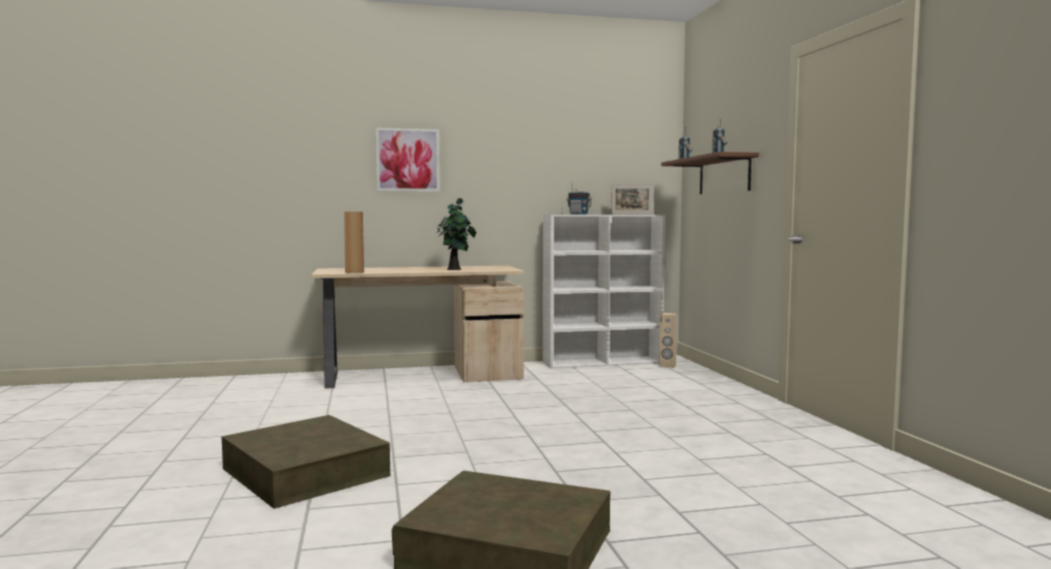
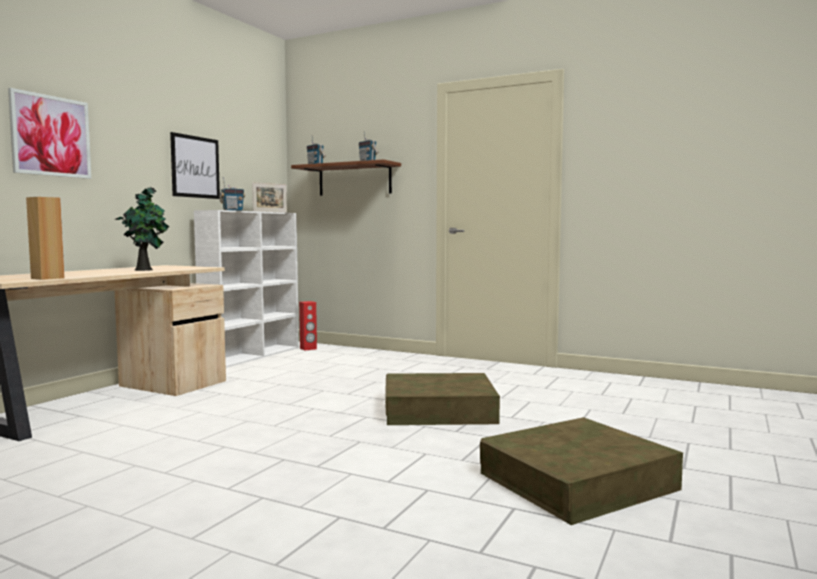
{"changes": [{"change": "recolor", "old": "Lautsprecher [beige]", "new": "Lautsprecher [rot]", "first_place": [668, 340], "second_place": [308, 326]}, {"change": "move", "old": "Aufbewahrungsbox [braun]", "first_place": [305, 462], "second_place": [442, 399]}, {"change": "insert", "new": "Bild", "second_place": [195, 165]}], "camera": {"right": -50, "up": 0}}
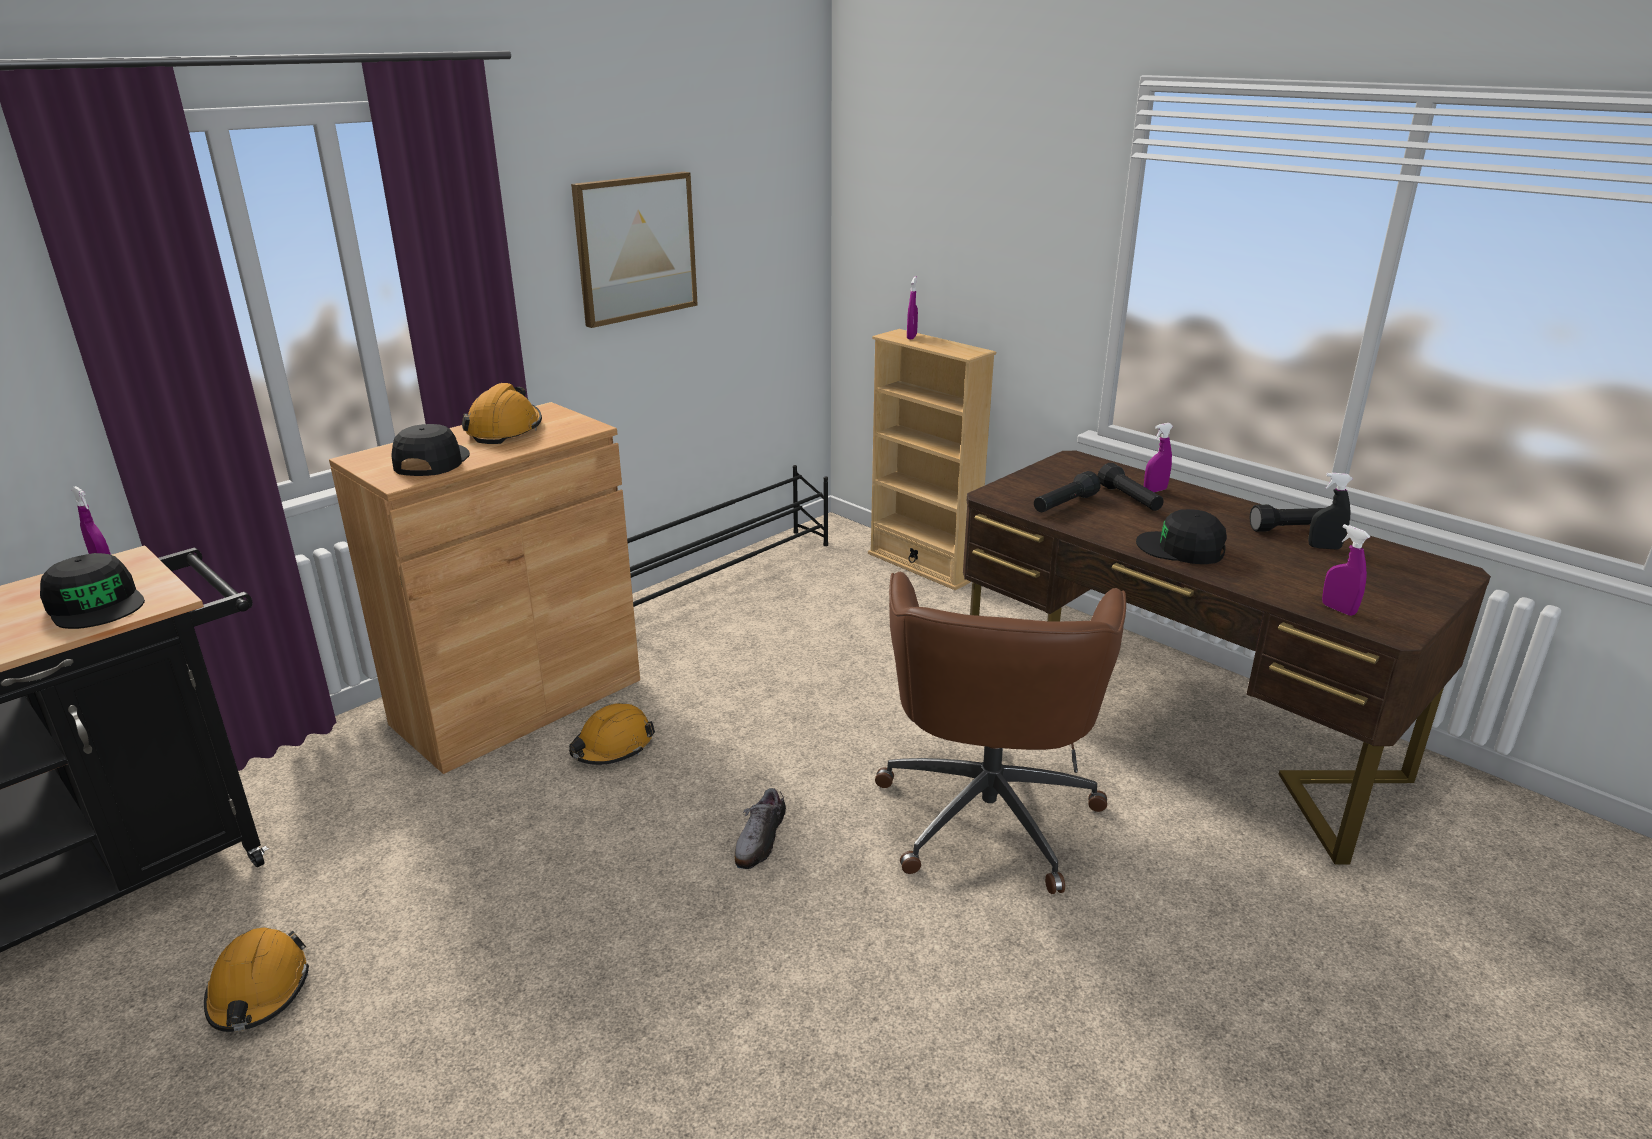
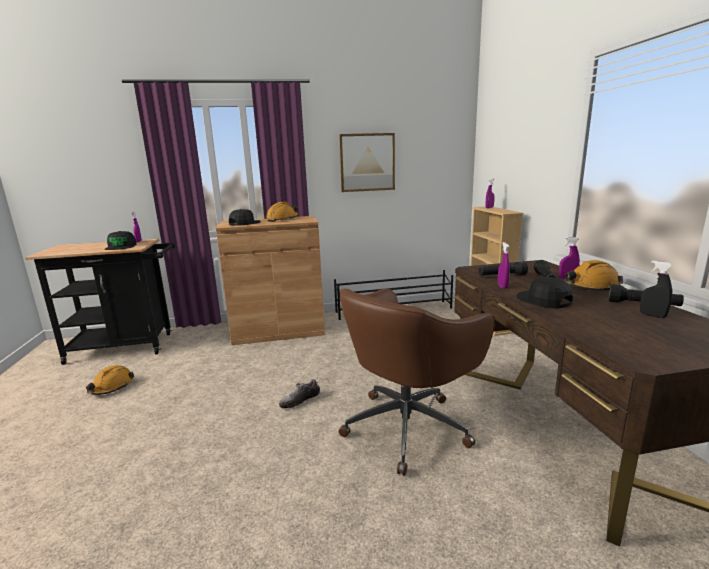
{"changes": [{"change": "move", "old": "Sprühflasche [lila]", "first_place": [1346, 570], "second_place": [504, 265]}, {"change": "move", "old": "Schutzhelm [orange]", "first_place": [612, 734], "second_place": [593, 275]}], "camera": {"right": 35, "up": -10}}
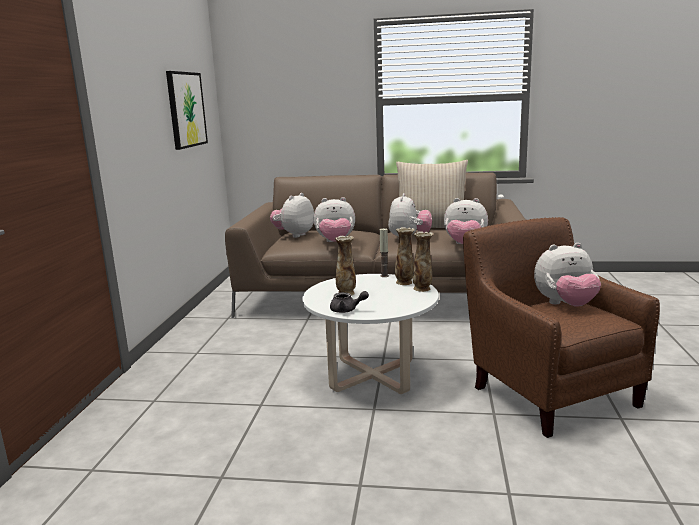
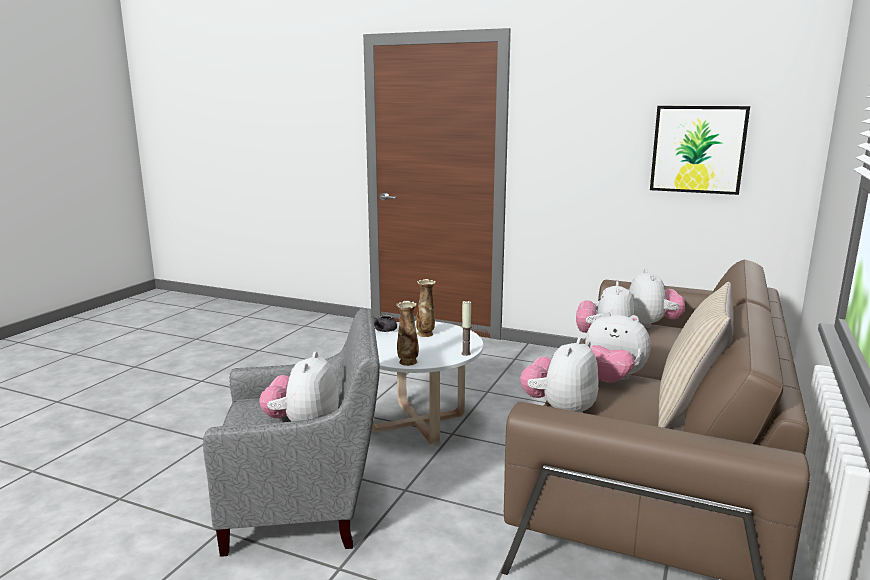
{"changes": [{"change": "rotate", "old": "Plüschtier", "first_place": [292, 215], "second_place": [657, 298], "degrees": 45}, {"change": "recolor", "old": "Sessel [braun]", "new": "Sessel [grau]", "first_place": [561, 327], "second_place": [291, 432]}, {"change": "delete", "old": "Vase", "first_place": [405, 256]}], "camera": {"right": 105, "up": 0}}
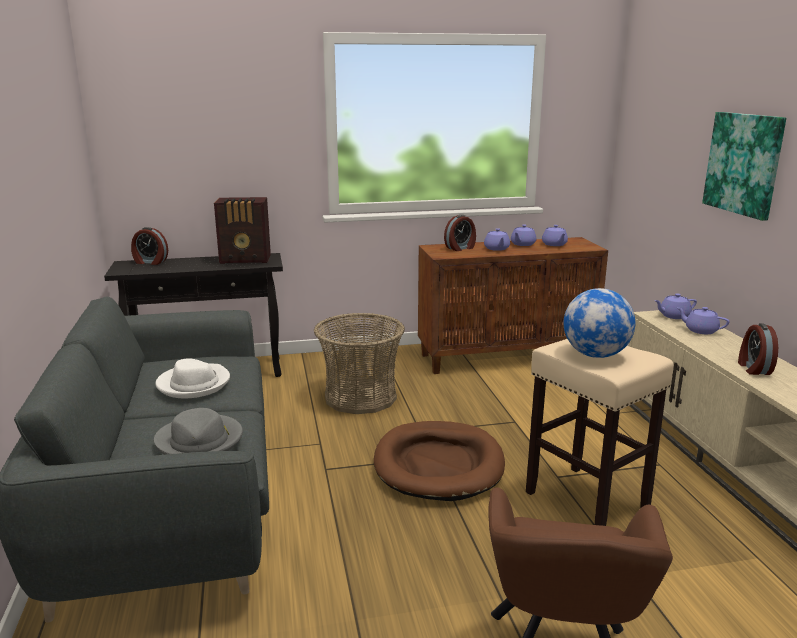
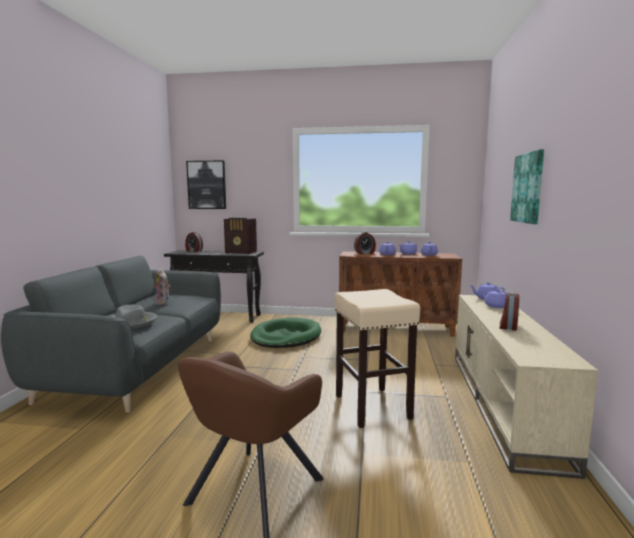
{"changes": [{"change": "delete", "old": "Globus", "first_place": [599, 323]}, {"change": "replace", "old": "Korb", "new": "Hundebett [grün]", "first_place": [359, 363], "second_place": [285, 332]}, {"change": "replace", "old": "Hut [weiß]", "new": "Plüschtier", "first_place": [192, 378], "second_place": [162, 286]}, {"change": "delete", "old": "Hundebett [braun]", "first_place": [439, 461]}, {"change": "insert", "new": "Bild", "second_place": [206, 184]}], "camera": {"right": 20, "up": -10}}
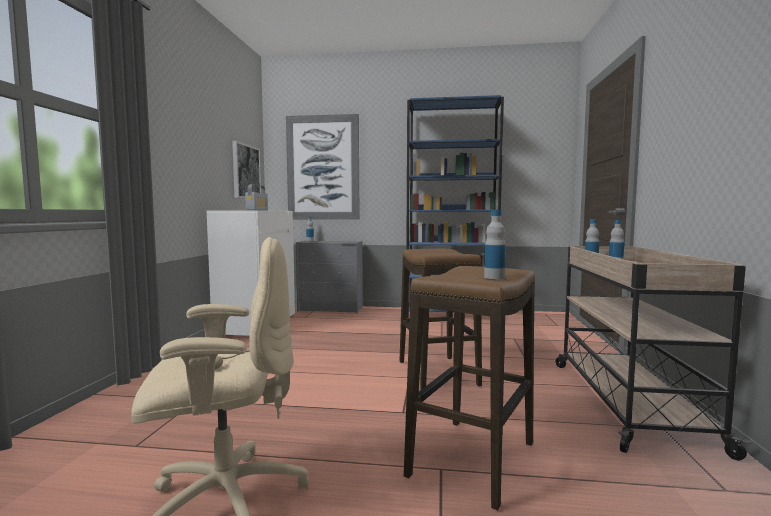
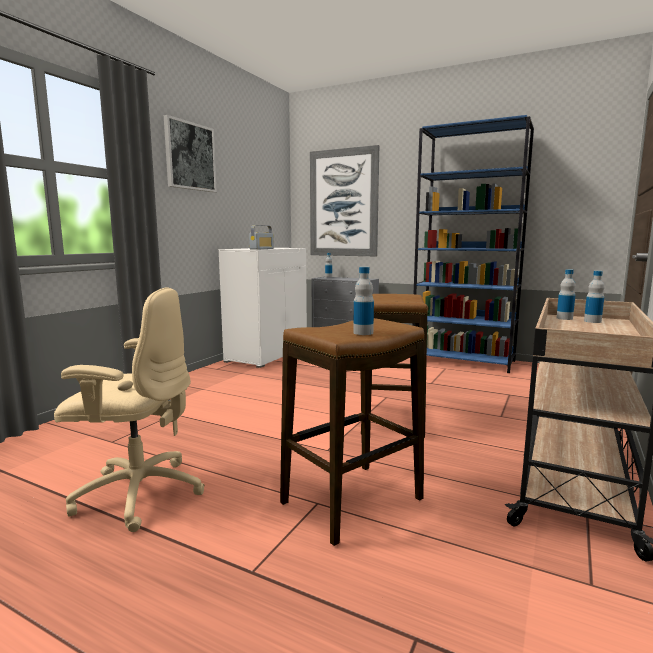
{"changes": [{"change": "move", "old": "Bild", "first_place": [246, 169], "second_place": [190, 153]}], "camera": {"right": 20, "up": 5}}
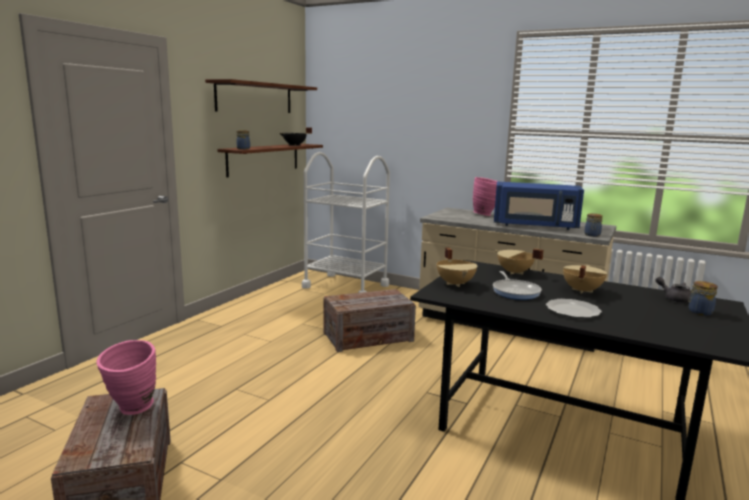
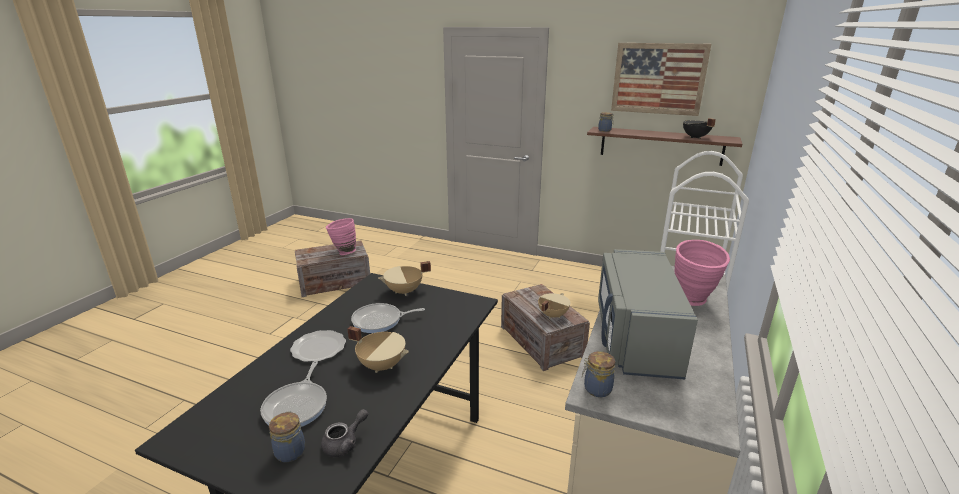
{"changes": [{"change": "replace", "old": "Wandregal [braun]", "new": "Bild", "first_place": [261, 96], "second_place": [661, 79]}, {"change": "recolor", "old": "Mikrowelle [blau]", "new": "Mikrowelle [grau]", "first_place": [539, 206], "second_place": [648, 314]}, {"change": "move", "old": "Kochtopf [beige]", "first_place": [519, 262], "second_place": [554, 306]}, {"change": "insert", "new": "Pfanne", "second_place": [293, 394]}], "camera": {"right": 85, "up": 10}}
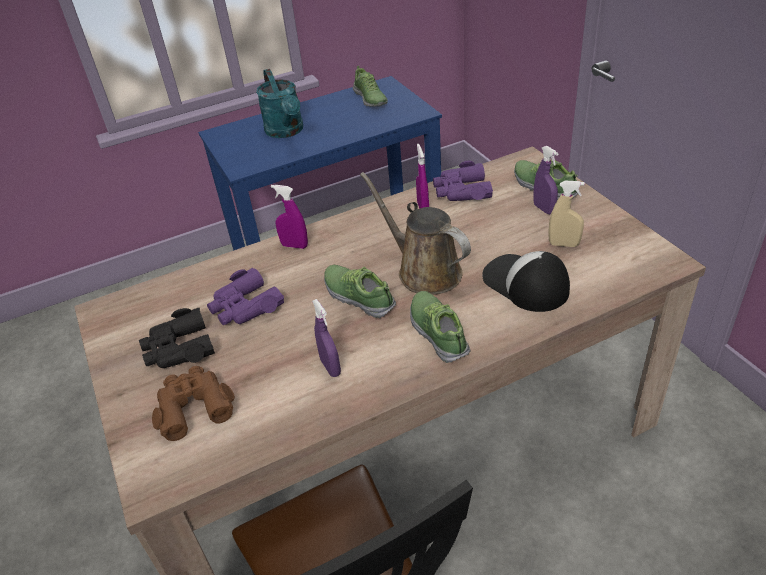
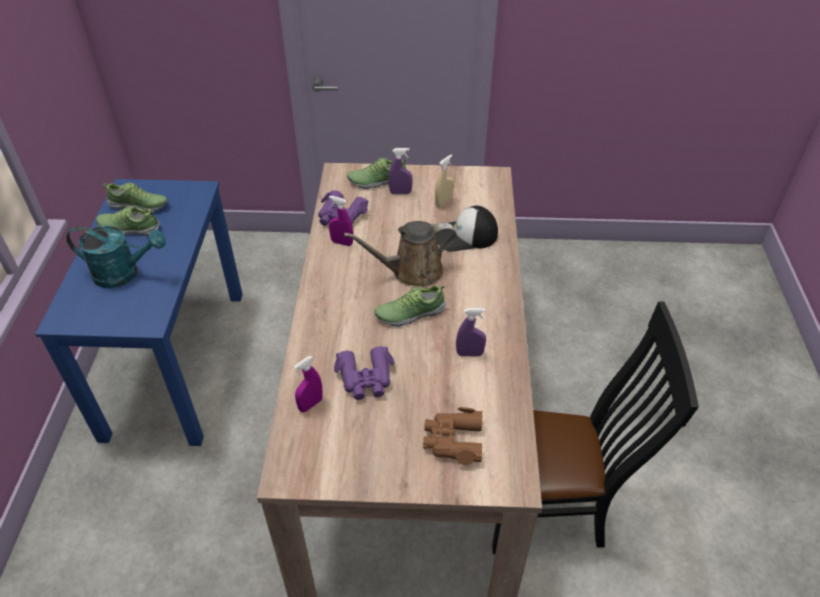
{"changes": [{"change": "move", "old": "Sprühflasche [lila]", "first_place": [289, 217], "second_place": [308, 384]}, {"change": "move", "old": "Schuh", "first_place": [440, 327], "second_place": [128, 220]}, {"change": "delete", "old": "Fernglas [schwarz]", "first_place": [177, 338]}], "camera": {"right": -65, "up": 5}}
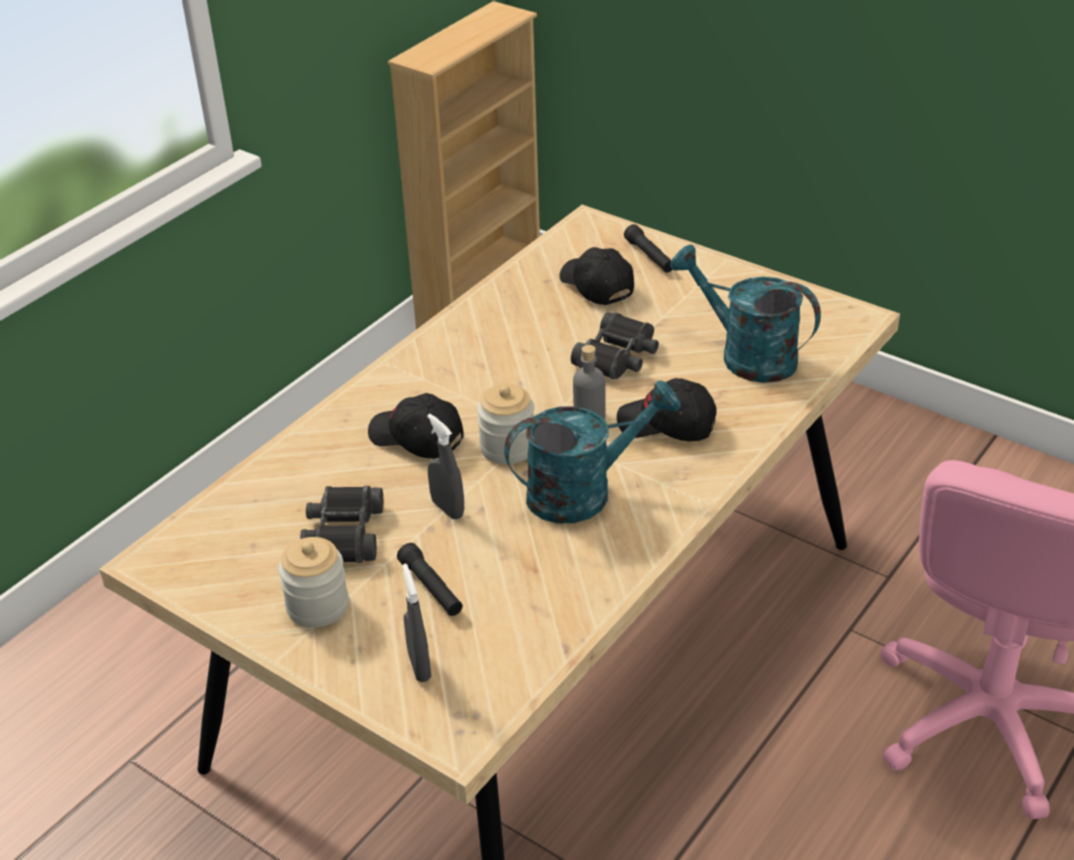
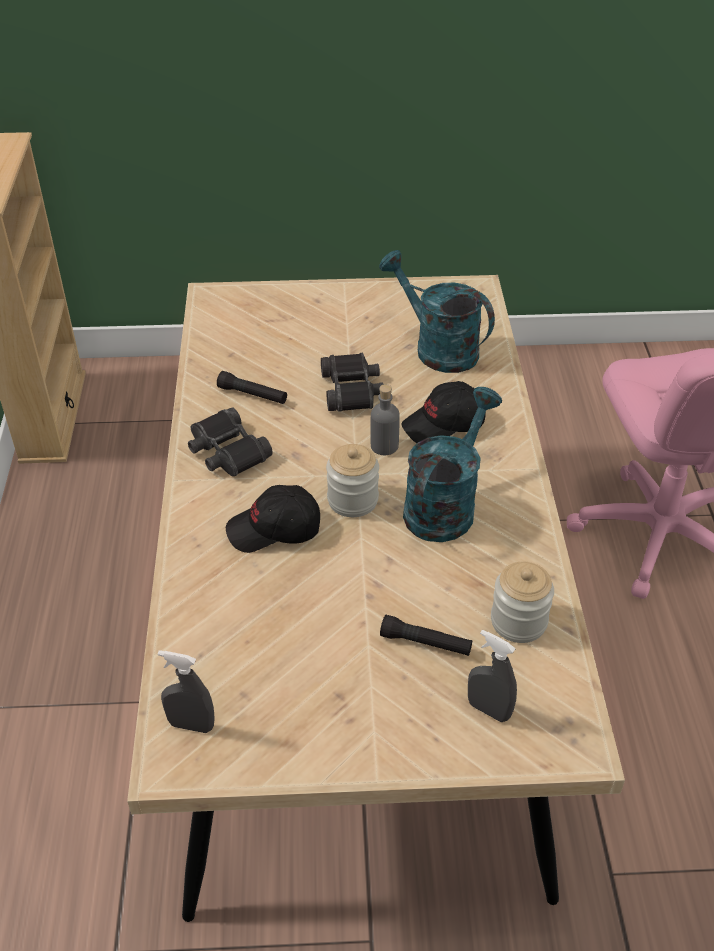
{"changes": [{"change": "move", "old": "Taschenlampe [schwarz]", "first_place": [648, 248], "second_place": [252, 387]}, {"change": "rotate", "old": "Gießkanne [türkis]", "first_place": [745, 313], "second_place": [437, 311], "degrees": 45}, {"change": "delete", "old": "Kappe [schwarz]", "first_place": [596, 276]}, {"change": "move", "old": "Sprühflasche [grau]", "first_place": [445, 466], "second_place": [186, 691]}, {"change": "move", "old": "Fernglas [schwarz]", "first_place": [341, 524], "second_place": [230, 441]}, {"change": "move", "old": "Vorratsglas", "first_place": [313, 582], "second_place": [522, 602]}], "camera": {"right": -40, "up": 5}}
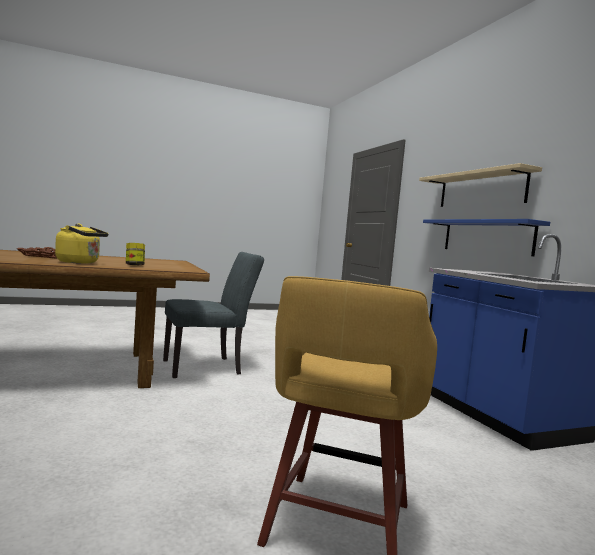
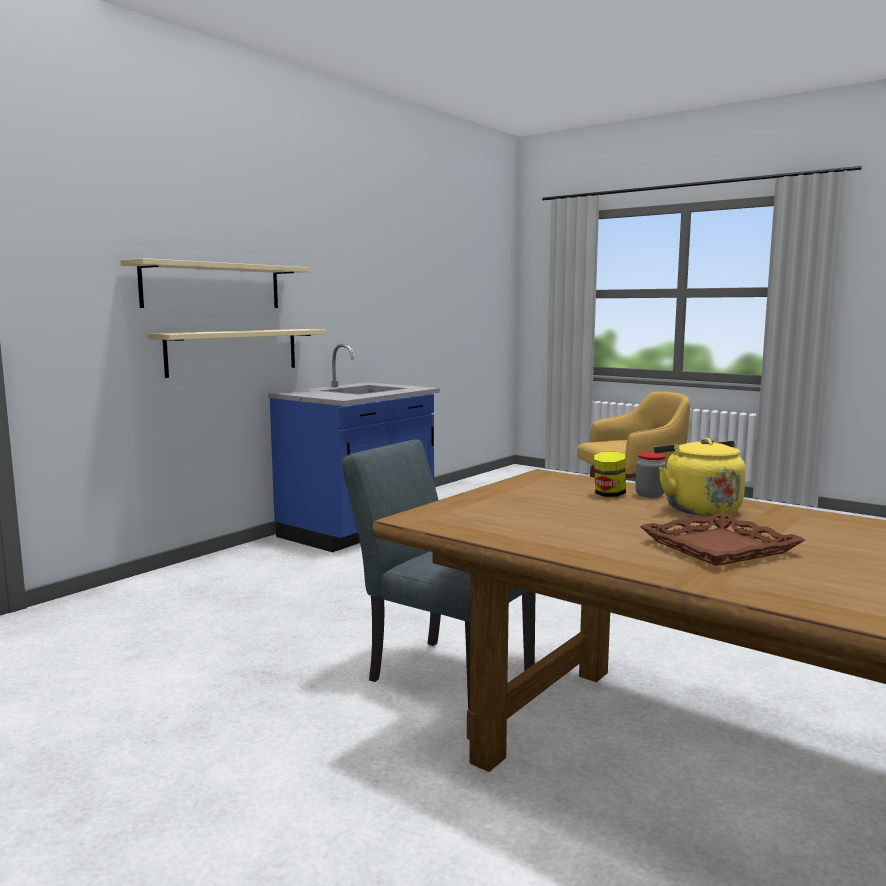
{"changes": [{"change": "recolor", "old": "Wandregal [blau]", "new": "Wandregal [beige]", "first_place": [486, 237], "second_place": [236, 353]}, {"change": "insert", "new": "Vorratsglas", "second_place": [651, 475]}], "camera": {"right": -120, "up": 5}}
